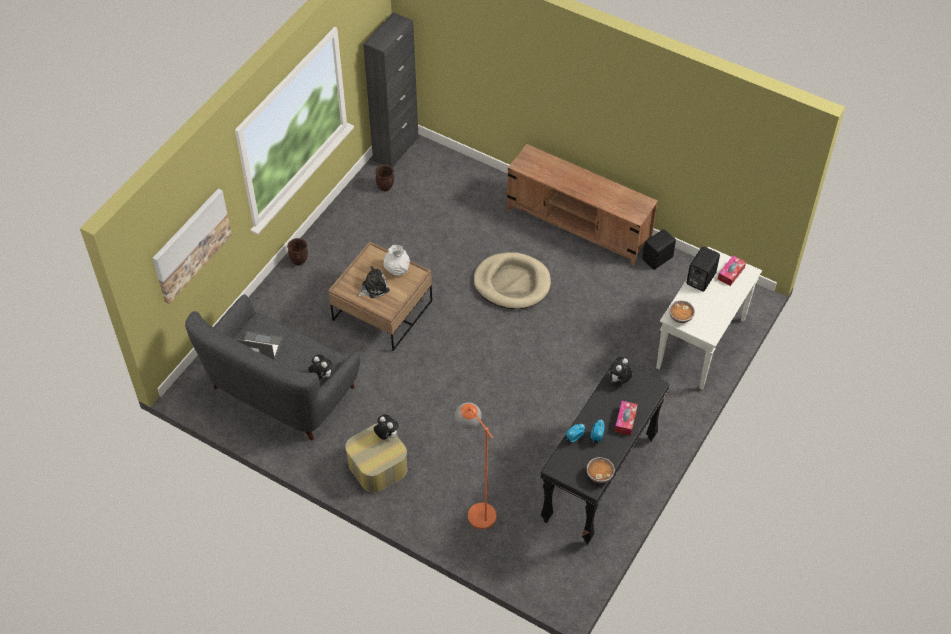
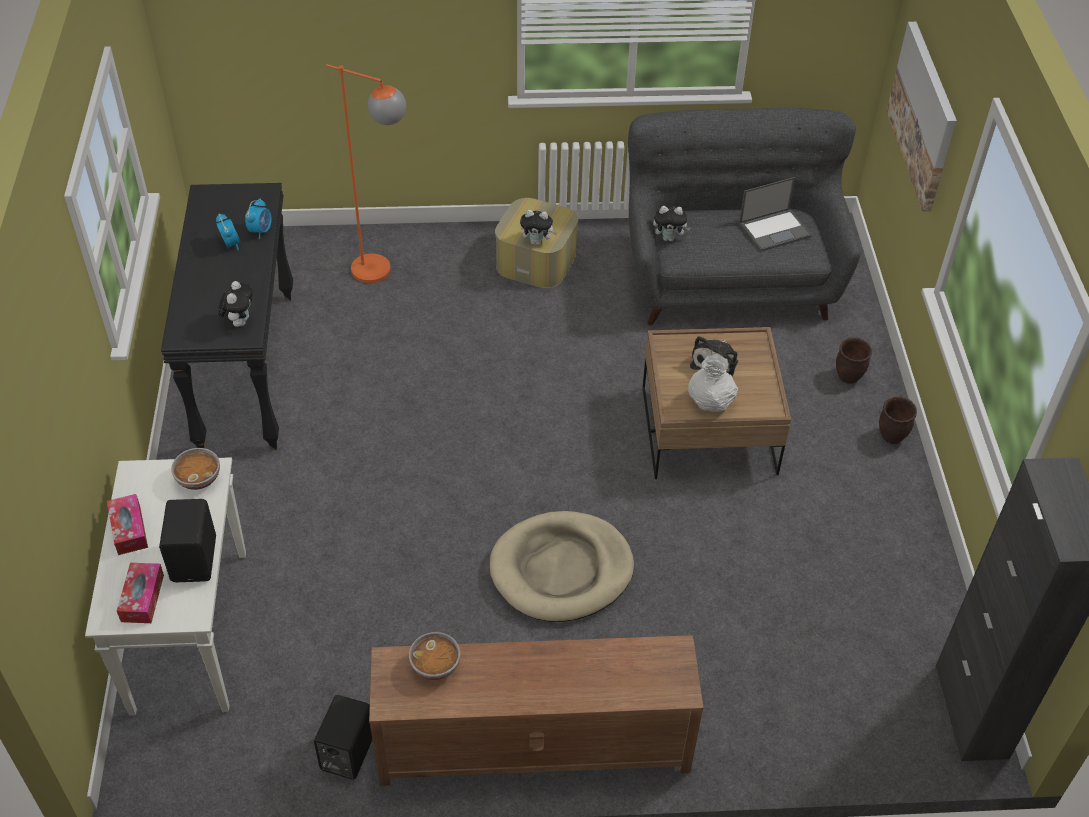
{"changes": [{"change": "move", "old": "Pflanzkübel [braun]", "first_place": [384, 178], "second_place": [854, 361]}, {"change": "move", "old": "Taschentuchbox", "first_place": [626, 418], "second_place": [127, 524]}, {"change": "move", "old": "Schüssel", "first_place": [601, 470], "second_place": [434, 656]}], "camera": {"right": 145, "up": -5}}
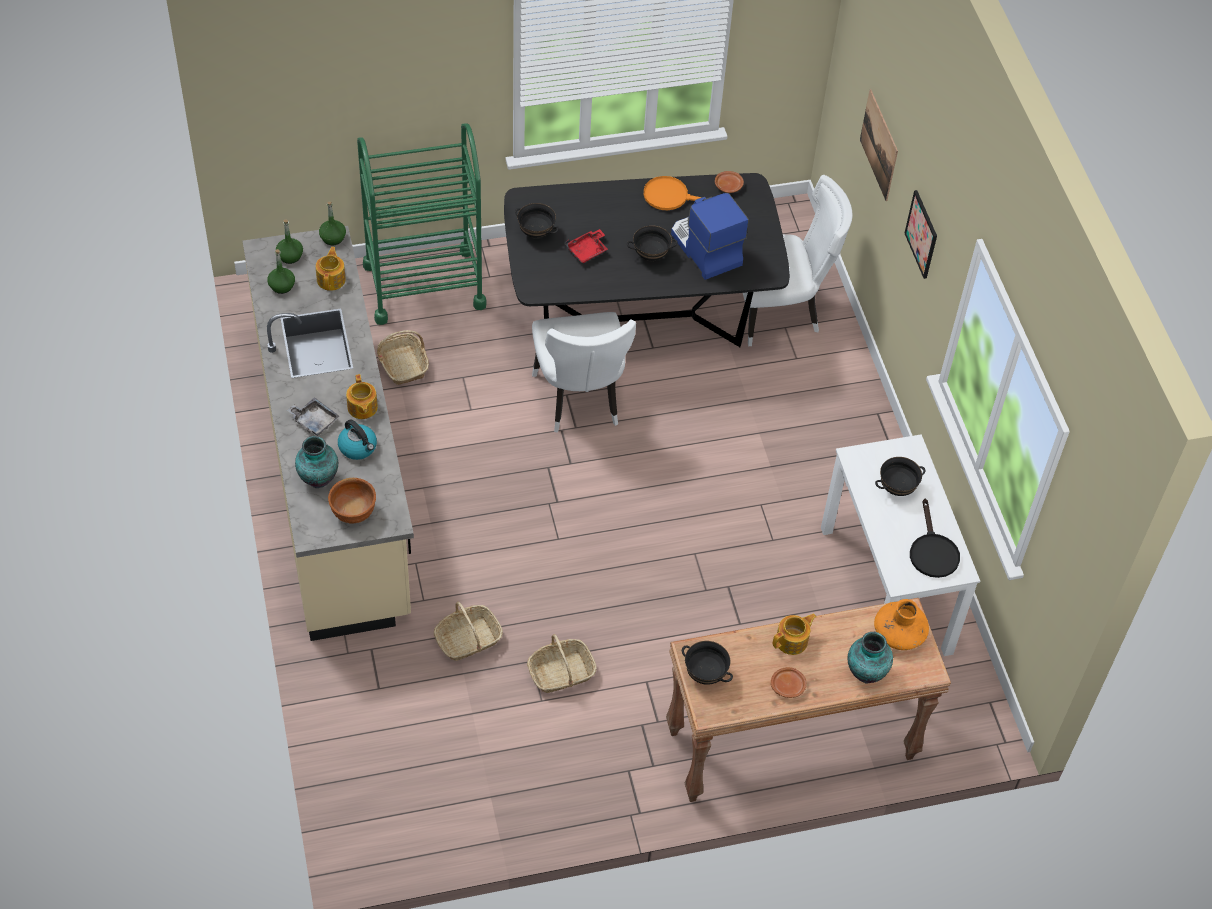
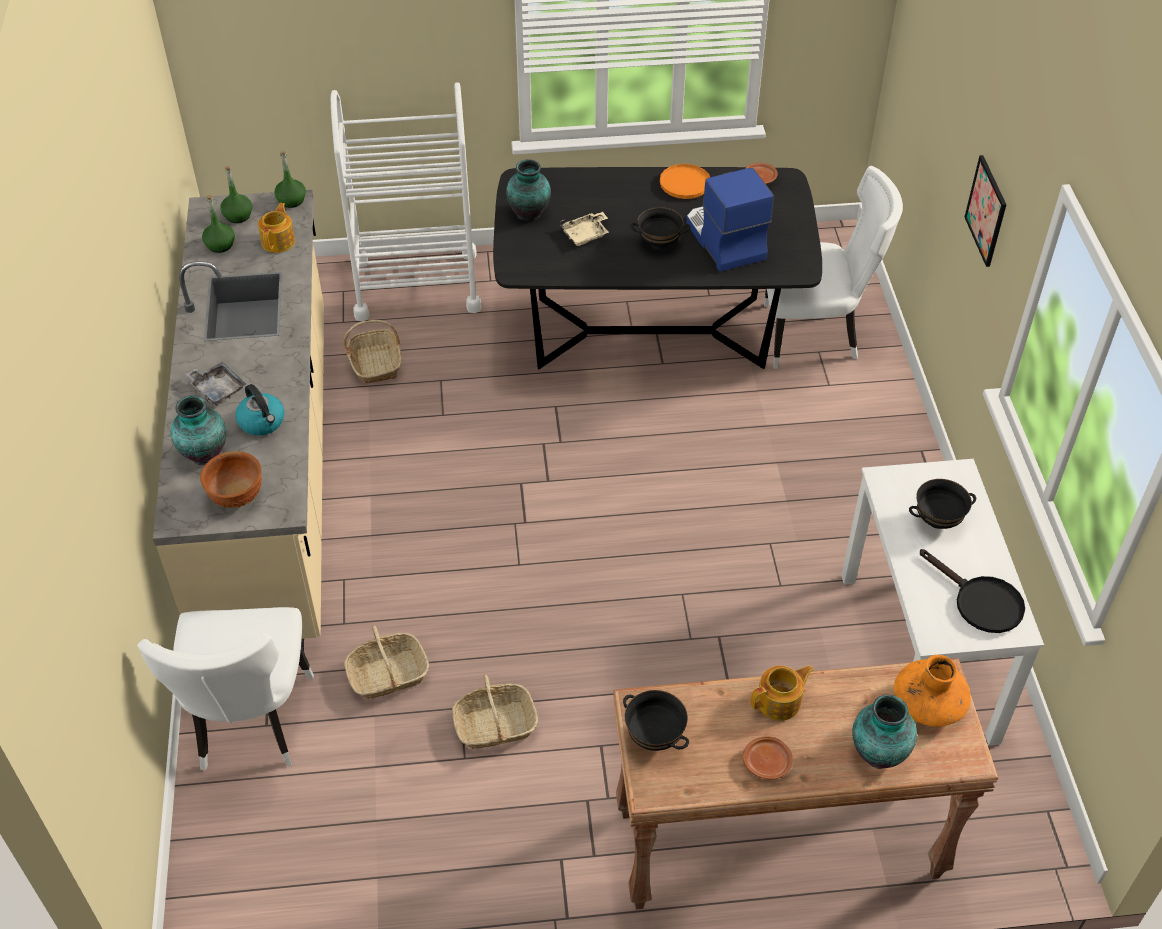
{"changes": [{"change": "delete", "old": "Bild", "first_place": [879, 145]}, {"change": "recolor", "old": "Rollwagen [grün]", "new": "Rollwagen [weiß]", "first_place": [421, 224], "second_place": [406, 201]}, {"change": "replace", "old": "Schüssel [schwarz]", "new": "Vase", "first_place": [536, 221], "second_place": [528, 190]}, {"change": "recolor", "old": "Tablett [rot]", "new": "Tablett [beige]", "first_place": [586, 246], "second_place": [584, 229]}, {"change": "move", "old": "Stuhl [weiß]", "first_place": [584, 372], "second_place": [225, 689]}, {"change": "delete", "old": "Teekanne", "first_place": [362, 396]}, {"change": "rotate", "old": "Pfanne [schwarz]", "first_place": [935, 538], "second_place": [972, 591], "degrees": -45}], "camera": {"right": 10, "up": -5}}
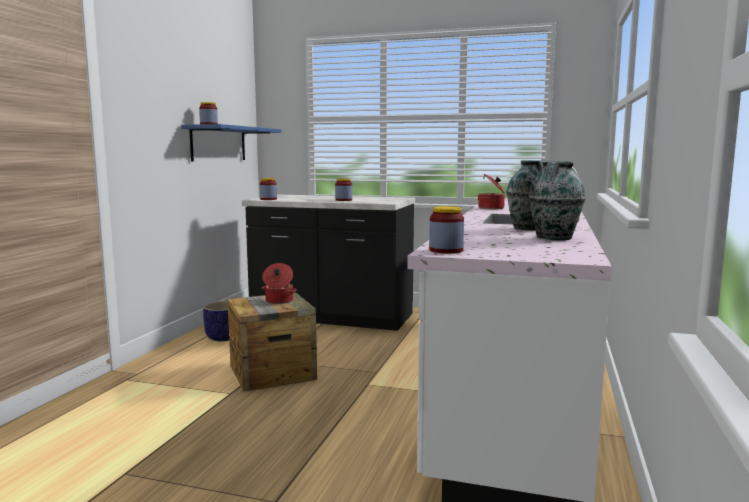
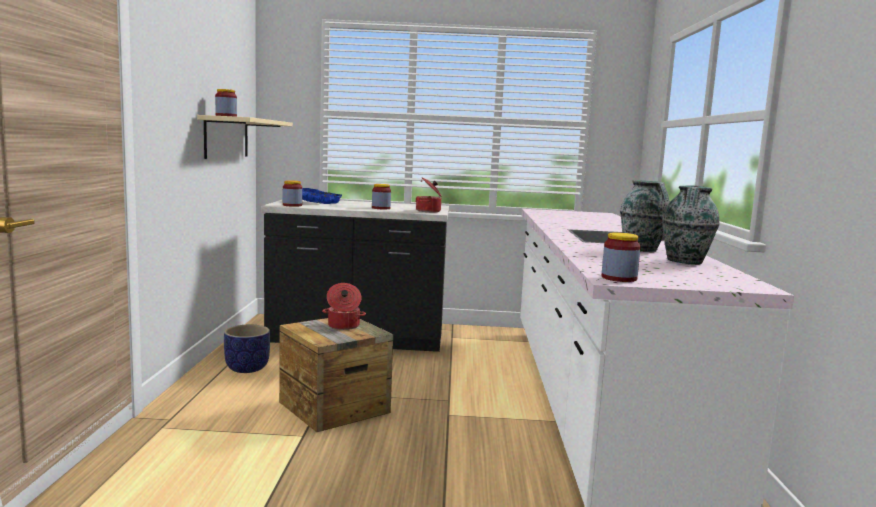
{"changes": [{"change": "recolor", "old": "Wandregal [blau]", "new": "Wandregal [beige]", "first_place": [231, 142], "second_place": [245, 137]}, {"change": "move", "old": "Kochtopf", "first_place": [491, 191], "second_place": [428, 194]}, {"change": "insert", "new": "Schüssel [blau]", "second_place": [322, 196]}], "camera": {"right": -15, "up": 0}}
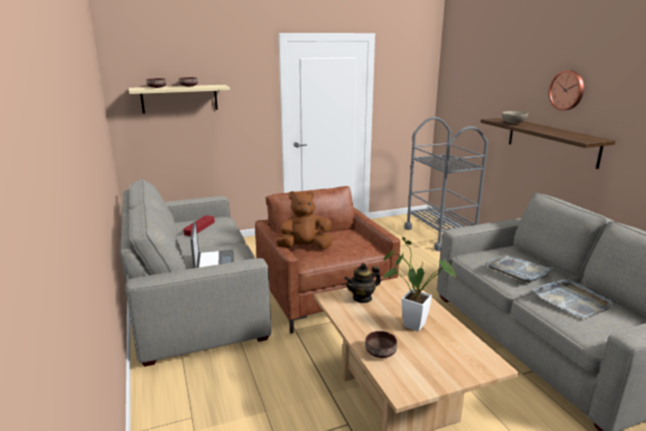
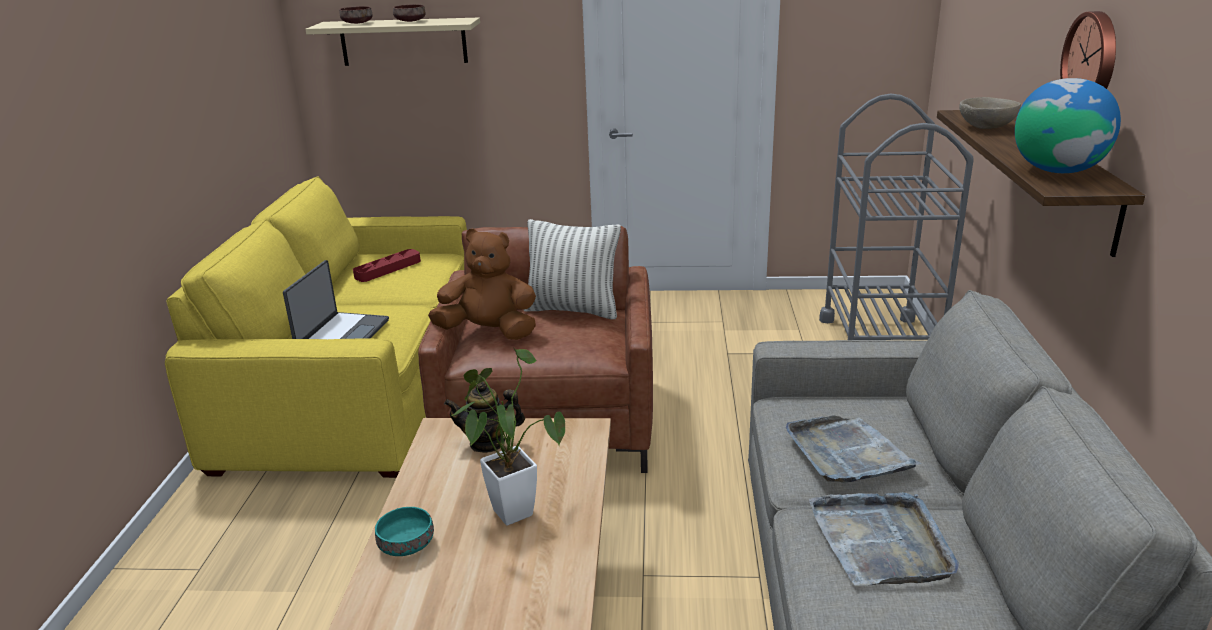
{"changes": [{"change": "recolor", "old": "Sofa [grau]", "new": "Sofa [gelb]", "first_place": [196, 272], "second_place": [316, 327]}, {"change": "recolor", "old": "Schüssel [braun]", "new": "Schüssel [türkis]", "first_place": [381, 344], "second_place": [404, 531]}, {"change": "insert", "new": "Globus", "second_place": [1068, 125]}, {"change": "insert", "new": "Kissen", "second_place": [572, 269]}], "camera": {"right": 25, "up": 5}}
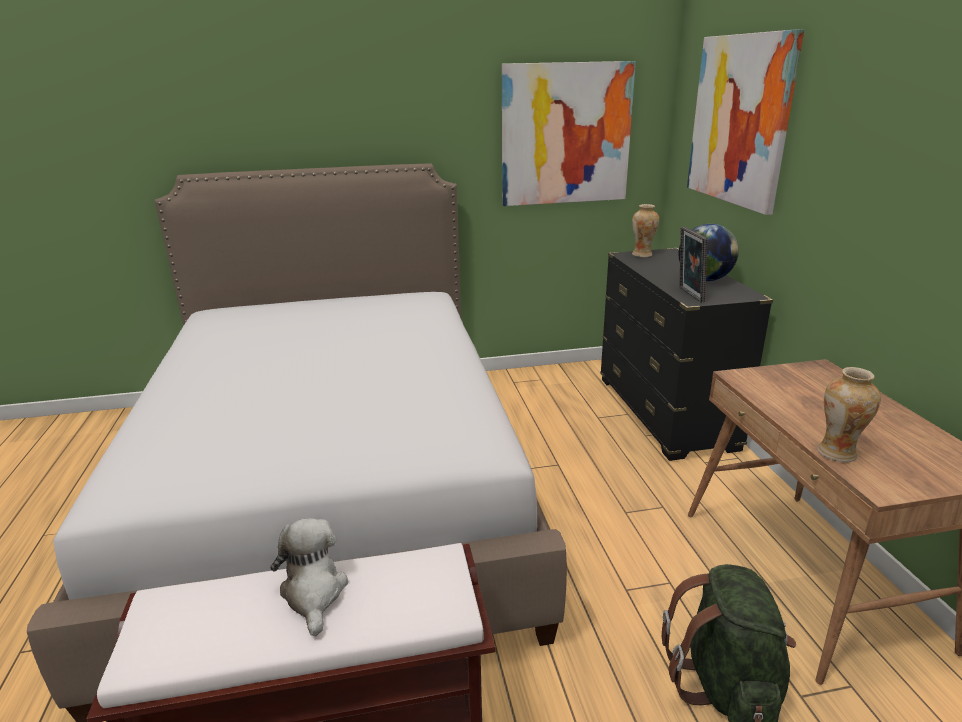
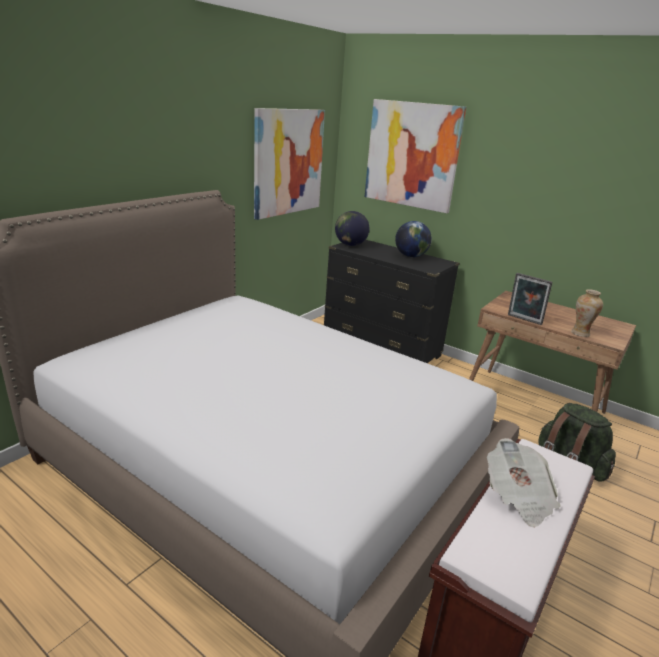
{"changes": [{"change": "replace", "old": "Vase", "new": "Globus", "first_place": [645, 230], "second_place": [352, 228]}, {"change": "move", "old": "Bilderrahmen", "first_place": [693, 265], "second_place": [530, 299]}, {"change": "replace", "old": "Plüschtier", "new": "Zeitung", "first_place": [309, 577], "second_place": [523, 483]}], "camera": {"right": -45, "up": 0}}
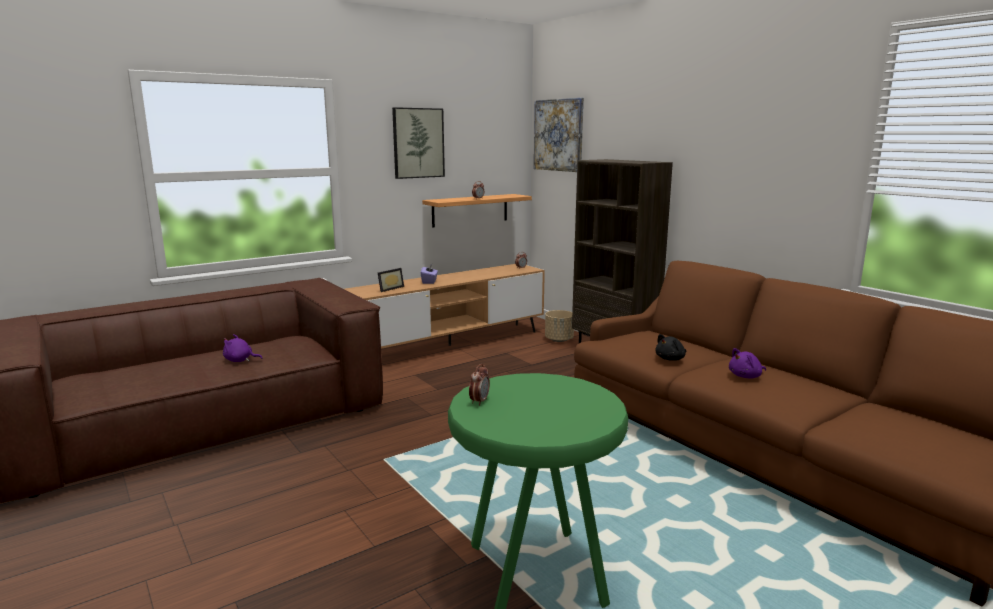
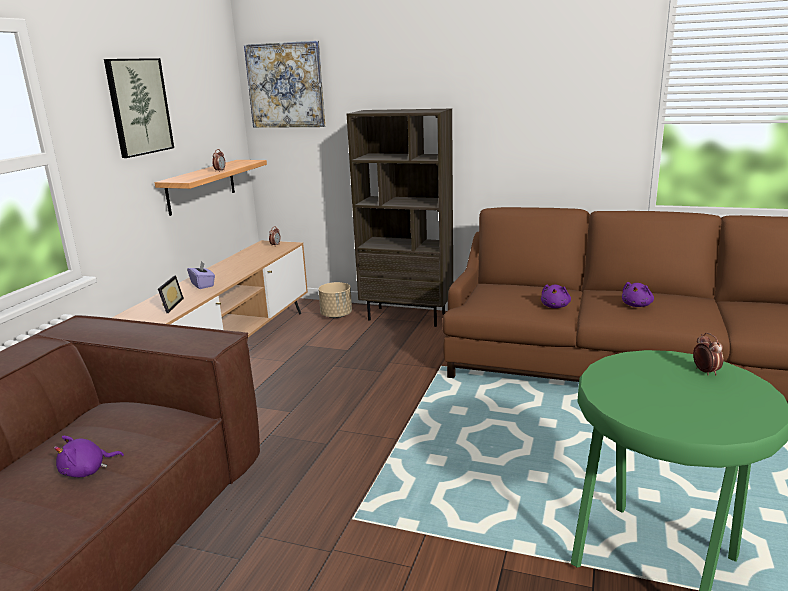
{"changes": [{"change": "recolor", "old": "Plüschtier [schwarz]", "new": "Plüschtier [lila]", "first_place": [670, 347], "second_place": [556, 296]}, {"change": "move", "old": "Wecker", "first_place": [479, 385], "second_place": [708, 354]}], "camera": {"right": -35, "up": 5}}
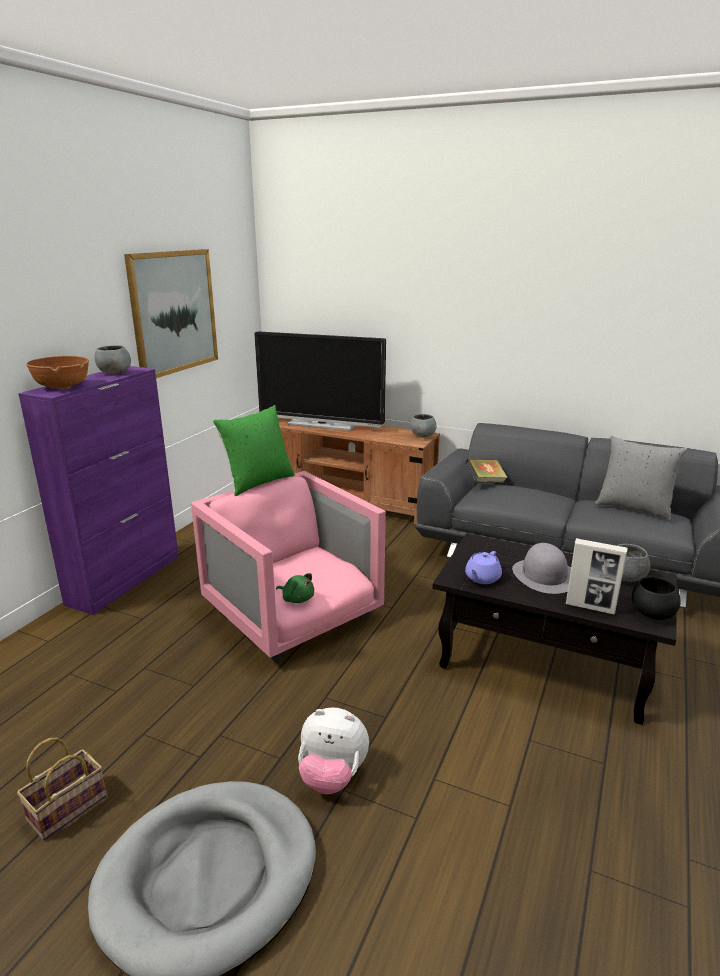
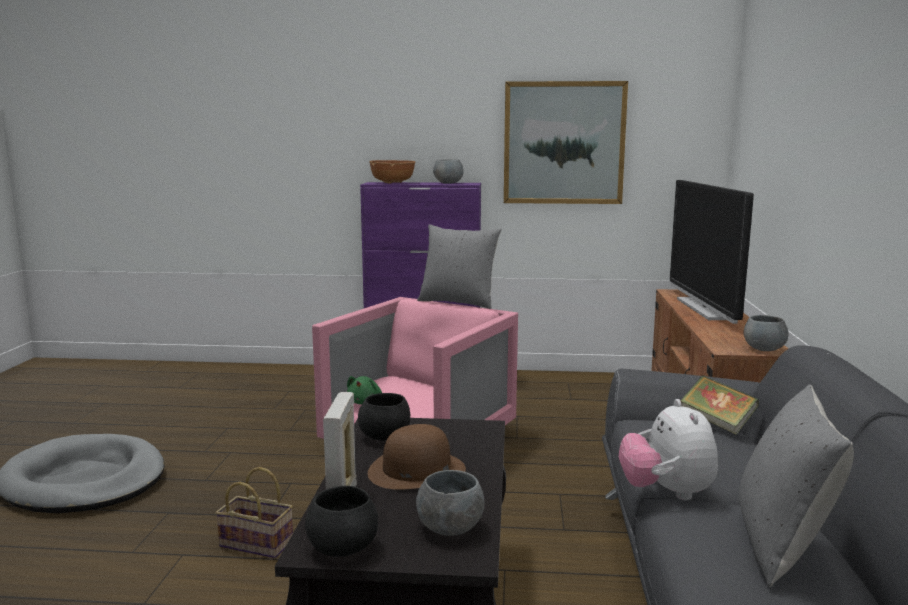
{"changes": [{"change": "recolor", "old": "Kissen [grün]", "new": "Kissen [grau]", "first_place": [254, 450], "second_place": [459, 266]}, {"change": "recolor", "old": "Hut [grau]", "new": "Hut [braun]", "first_place": [541, 568], "second_place": [417, 457]}, {"change": "replace", "old": "Teekanne [lila]", "new": "Schüssel [schwarz]", "first_place": [483, 567], "second_place": [384, 416]}, {"change": "move", "old": "Plüschtier", "first_place": [333, 750], "second_place": [668, 449]}, {"change": "move", "old": "Korb", "first_place": [62, 788], "second_place": [254, 512]}], "camera": {"right": 70, "up": -10}}
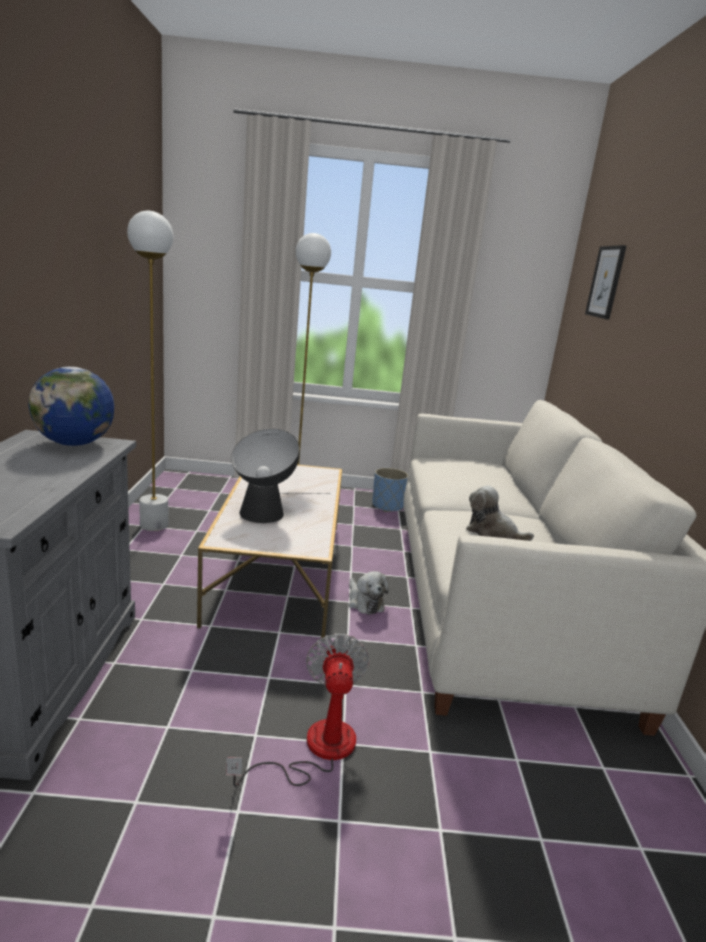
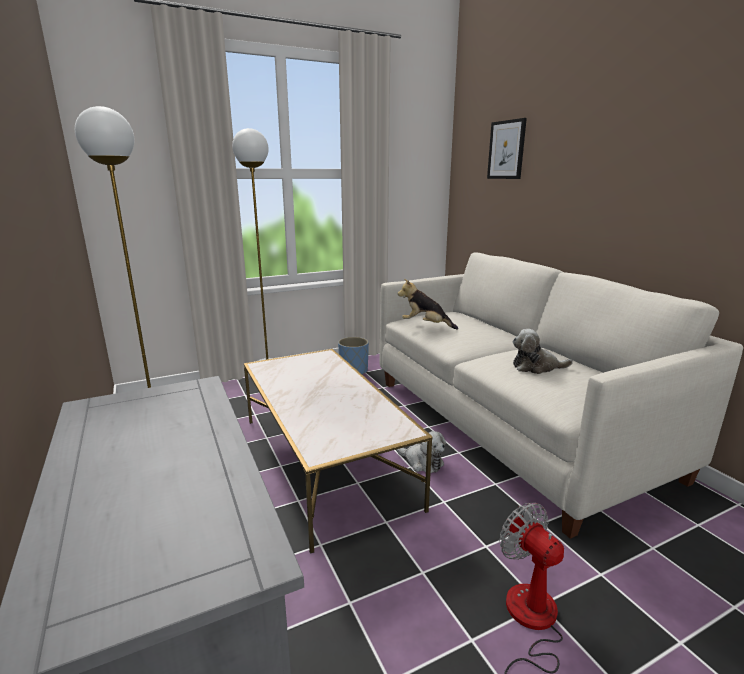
{"changes": [{"change": "delete", "old": "Globus", "first_place": [71, 406]}, {"change": "delete", "old": "Tischlampe", "first_place": [278, 476]}, {"change": "insert", "new": "Plüschtier", "second_place": [428, 304]}], "camera": {"right": -25, "up": 0}}
